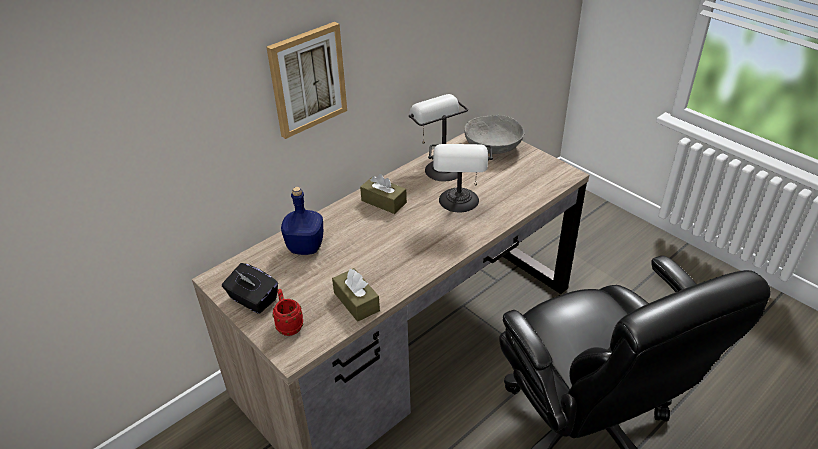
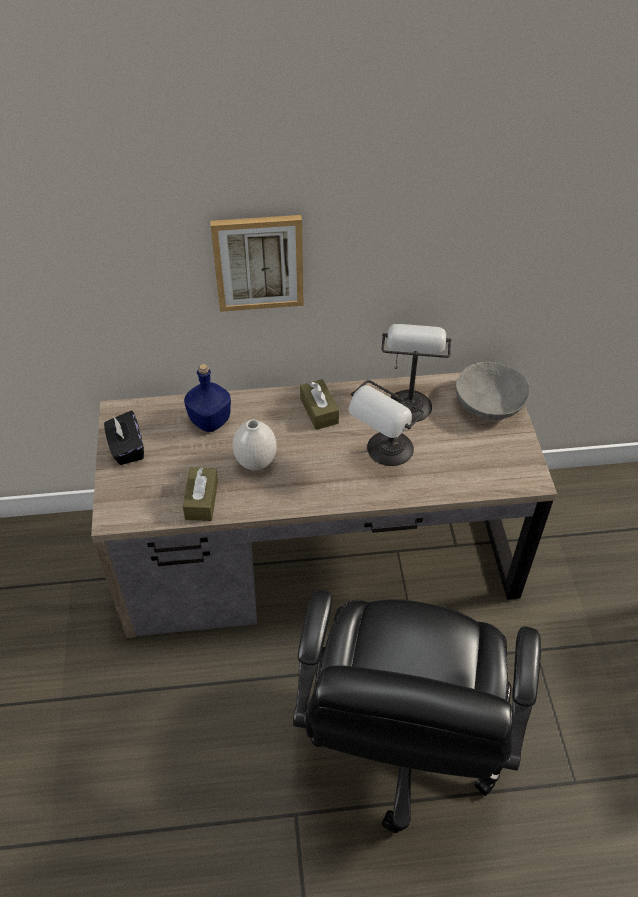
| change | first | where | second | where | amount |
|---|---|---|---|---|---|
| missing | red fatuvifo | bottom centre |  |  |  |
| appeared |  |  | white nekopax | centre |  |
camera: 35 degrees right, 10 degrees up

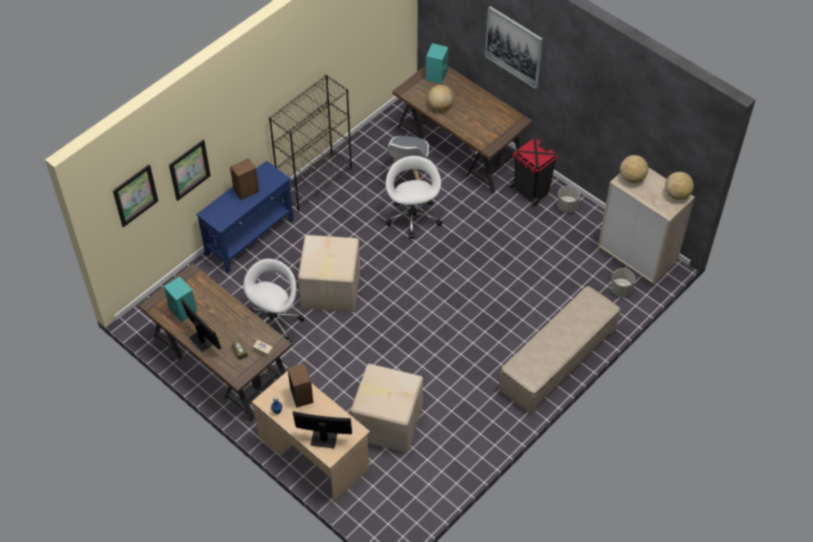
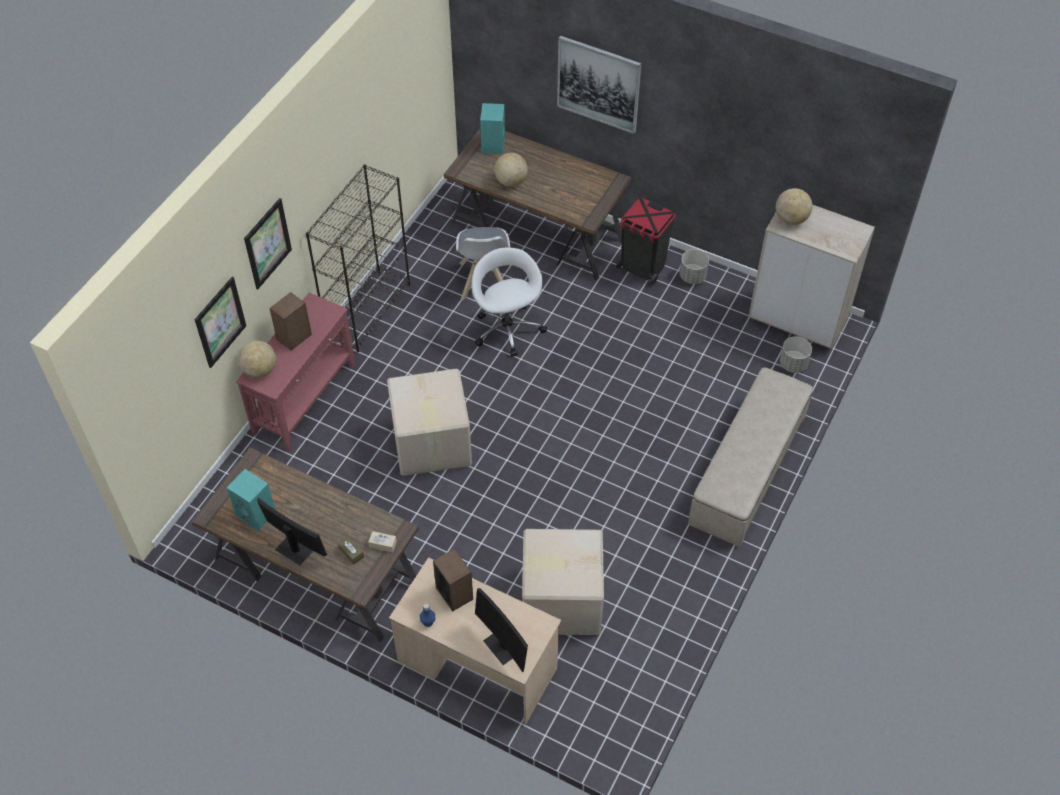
| change | first | where | second | where | amount |
|---|---|---|---|---|---|
| missing | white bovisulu (no. 1 from left) | centre |  |  |  |
| relocated | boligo (no. 1 from left in the first image) | middle left | boligo (no. 2 from left) | top left |  |
| relocated | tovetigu (no. 3 from left in the first image) | middle right | tovetigu (no. 1 from left) | middle left |  |
| colour | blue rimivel | middle left | red rimivel | middle left |  |
| spun | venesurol (no. 2 from left) | bottom centre |  | bottom centre | 120 degrees counterclockwise |
camera: 15 degrees left, 0 degrees up

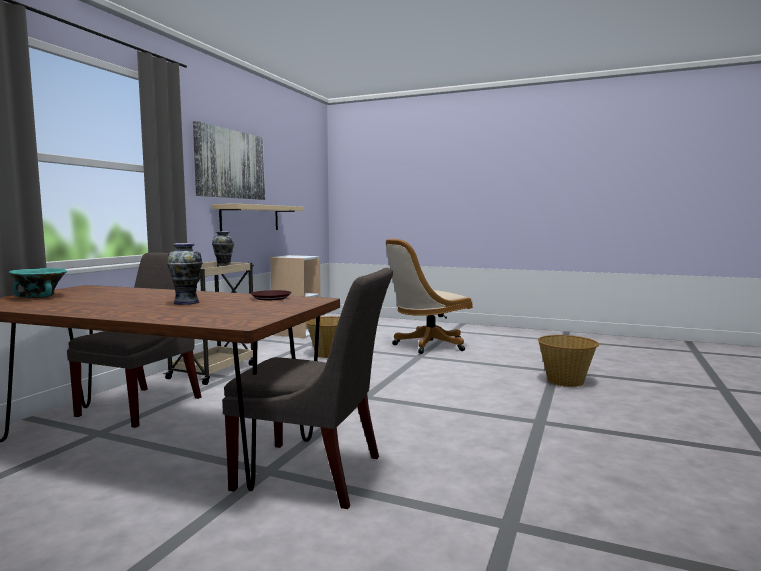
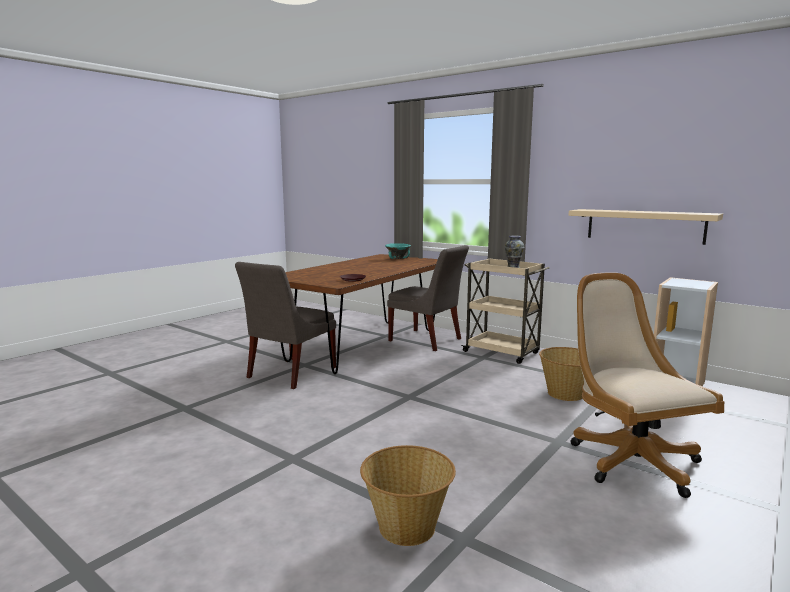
| change | first | where | second | where | amount |
|---|---|---|---|---|---|
| missing | nekopax (no. 1 from left) | middle left |  |  |  |
| missing | boligo | top left |  |  |  |
camera: 105 degrees right, 5 degrees up

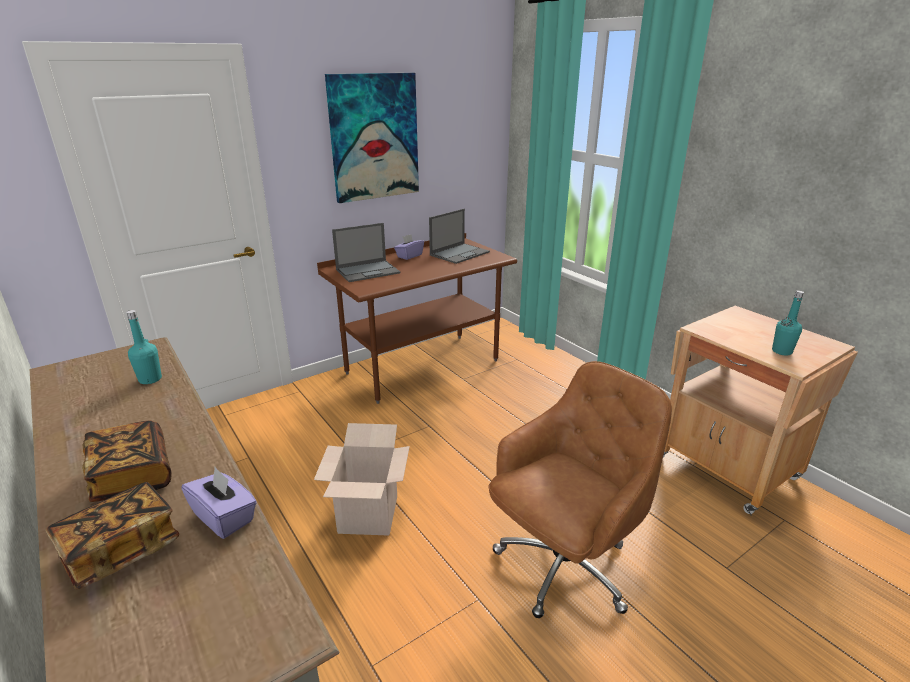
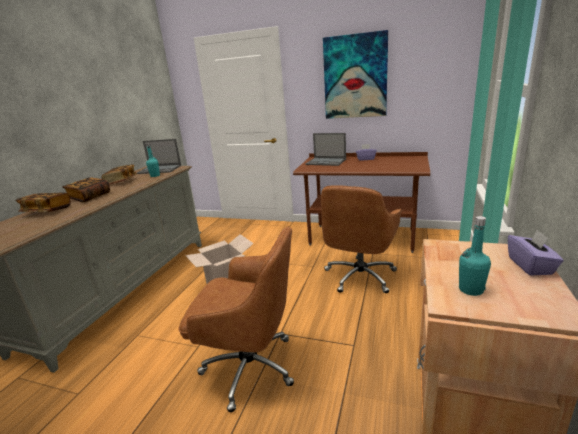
| change | first | where | second | where | amount |
|---|---|---|---|---|---|
| appeared |  |  | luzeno (no. 3 from left) | middle left |  |
| appeared |  |  | brown bovisulu (no. 2 from left) | centre |  |
| relocated | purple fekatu (no. 1 from left in the first image) | bottom left | purple fekatu (no. 2 from left) | middle right |  |
| relocated | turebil (no. 2 from left in the first image) | centre | turebil (no. 1 from left) | middle left |  |
camera: 55 degrees right, 5 degrees down

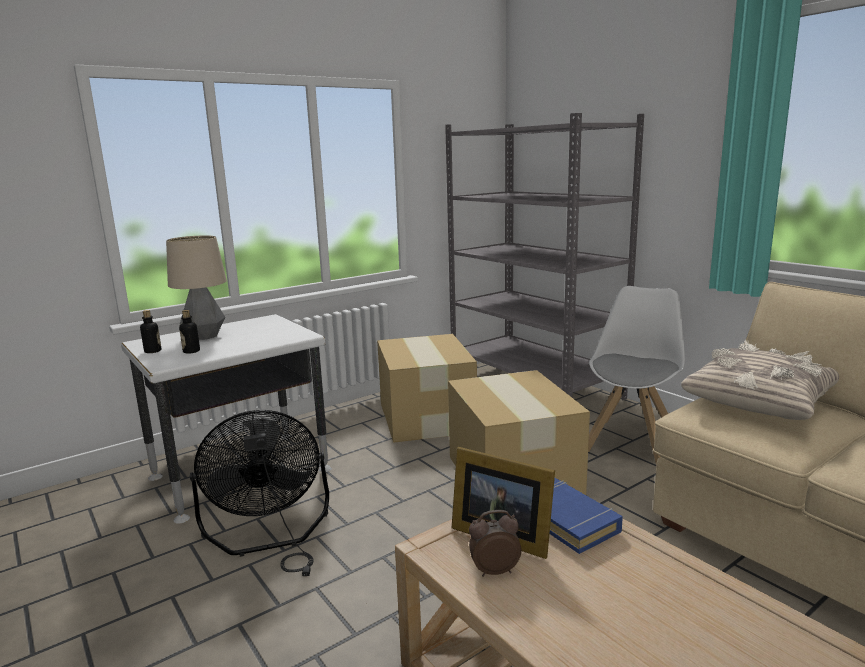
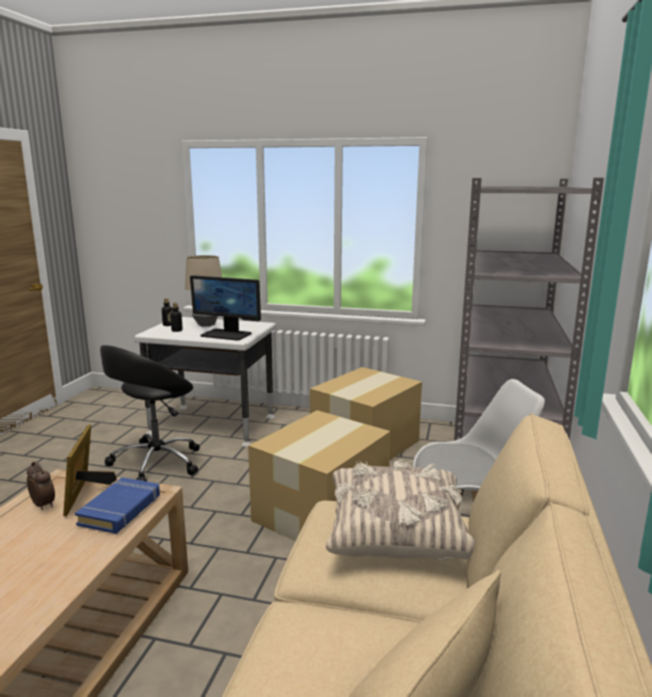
| change | first | where | second | where | amount |
|---|---|---|---|---|---|
| appeared |  |  | venesurol | centre |  |
| exchanged | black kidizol | bottom left | black bovisulu | middle left |  |
camera: 50 degrees right, 0 degrees up

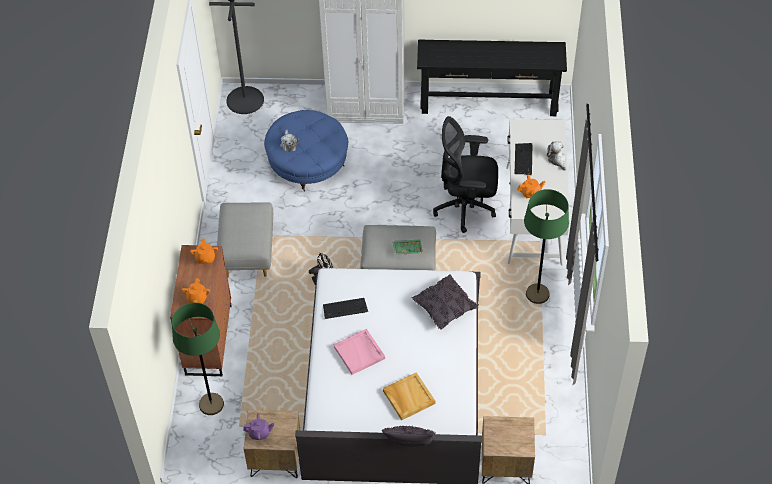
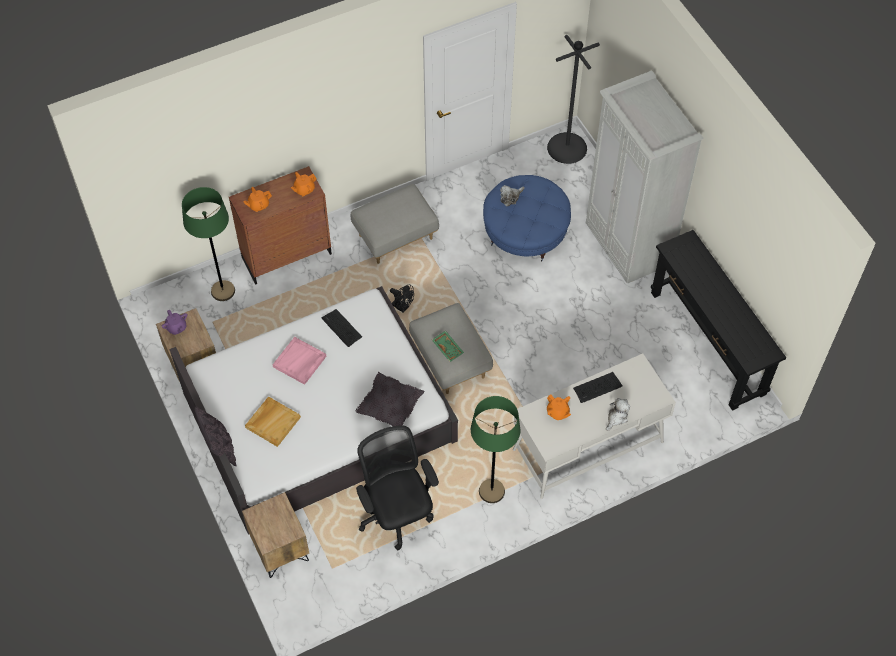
| change | first | where | second | where | amount |
|---|---|---|---|---|---|
| relocated | black bovisulu | centre |  | bottom centre |  |
camera: 60 degrees right, 5 degrees up

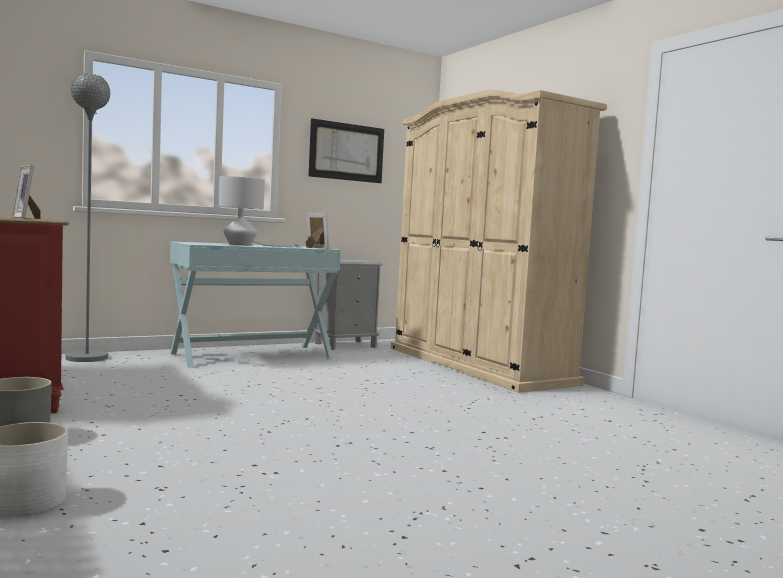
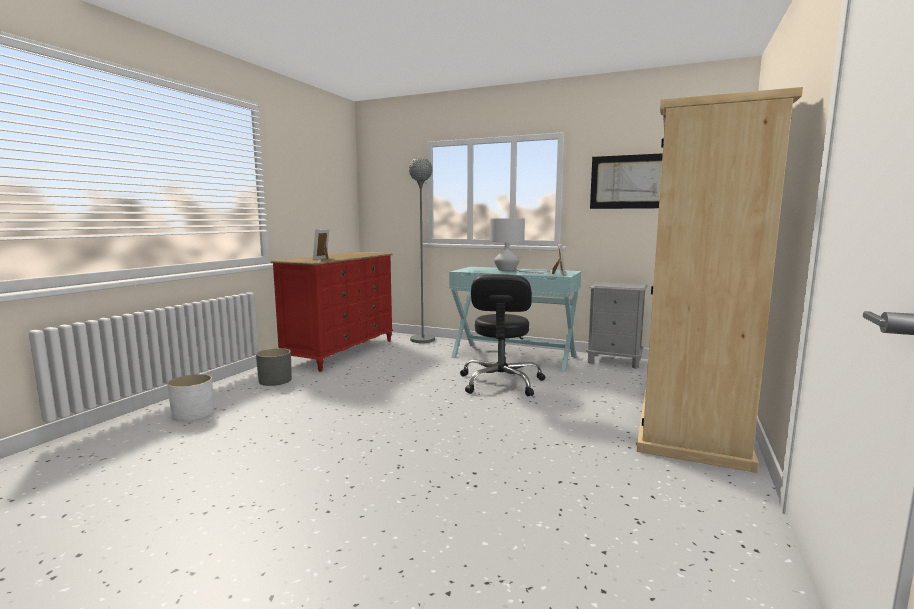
| change | first | where | second | where | amount |
|---|---|---|---|---|---|
| appeared |  |  | black bovisulu | centre |  |
camera: 55 degrees right, 5 degrees up

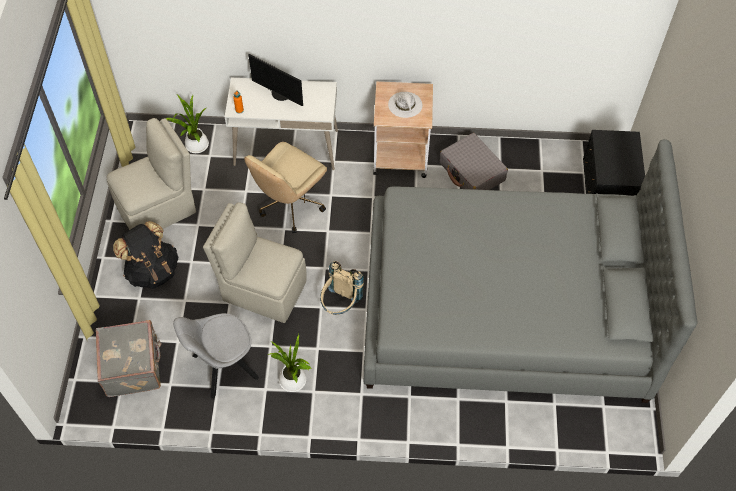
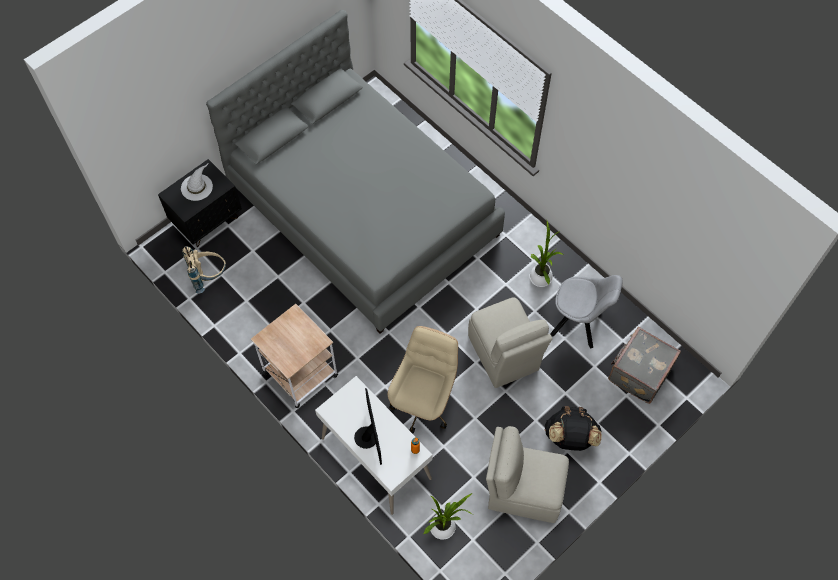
| change | first | where | second | where | amount |
|---|---|---|---|---|---|
| missing | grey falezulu (no. 2 from left) | top centre |  |  |  |
| relocated | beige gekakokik | centre |  | middle left |  |
| relocated | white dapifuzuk | top centre |  | top left |  |
| spun | beige bovisulu | centre |  | centre | 60 degrees counterclockwise |
camera: 135 degrees left, 5 degrees up

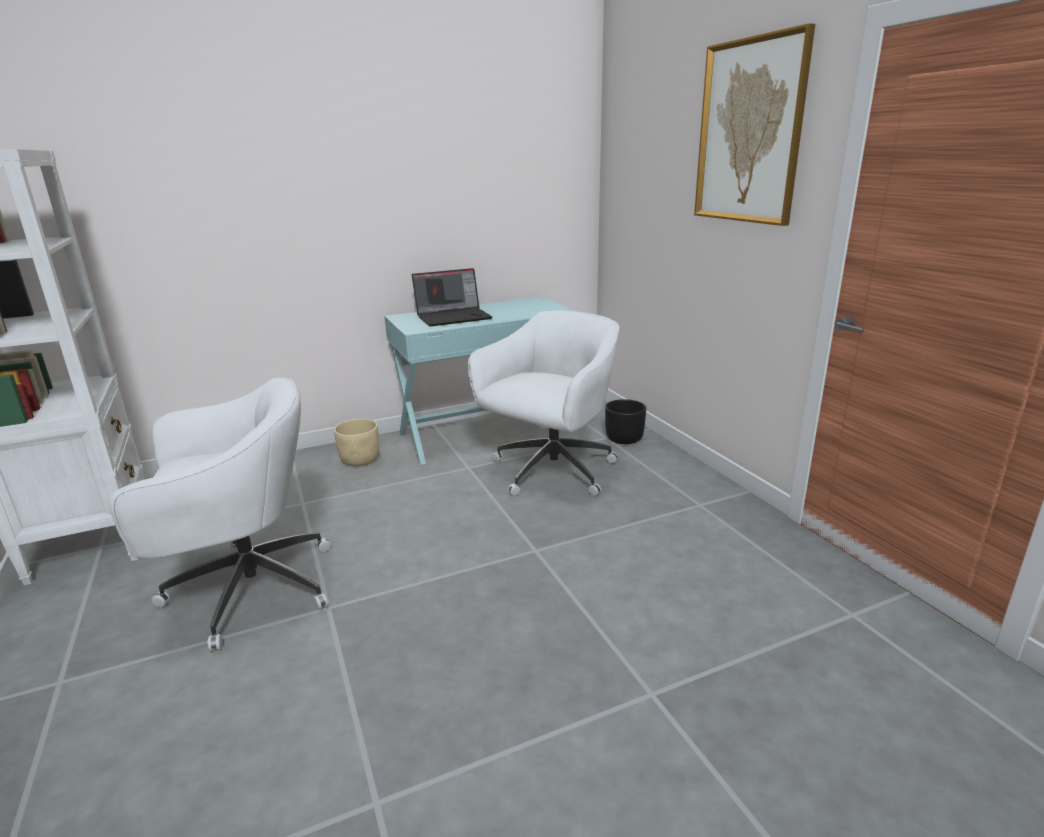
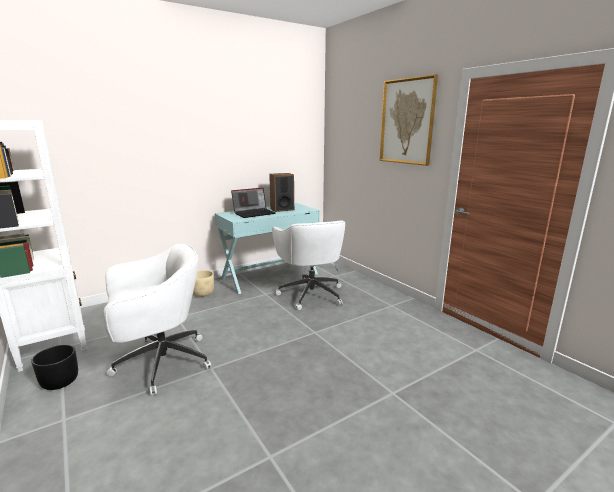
| change | first | where | second | where | amount |
|---|---|---|---|---|---|
| appeared |  |  | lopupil | centre |  |
| relocated | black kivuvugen | centre |  | bottom left |  |
| spun | white bovisulu (no. 2 from left) | centre |  | centre | 135 degrees clockwise |
camera: 10 degrees left, 5 degrees down

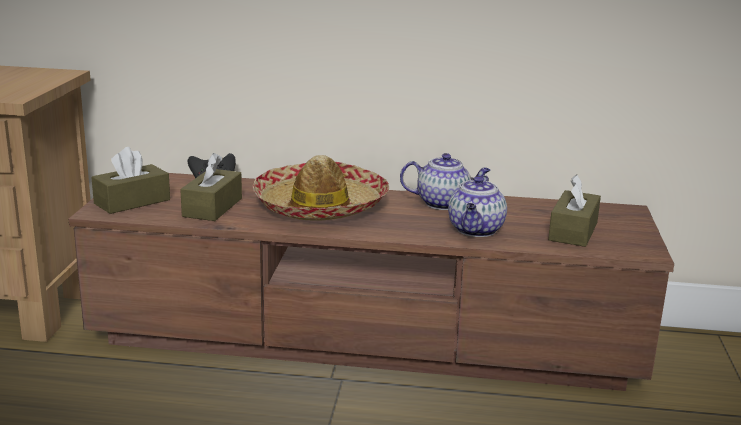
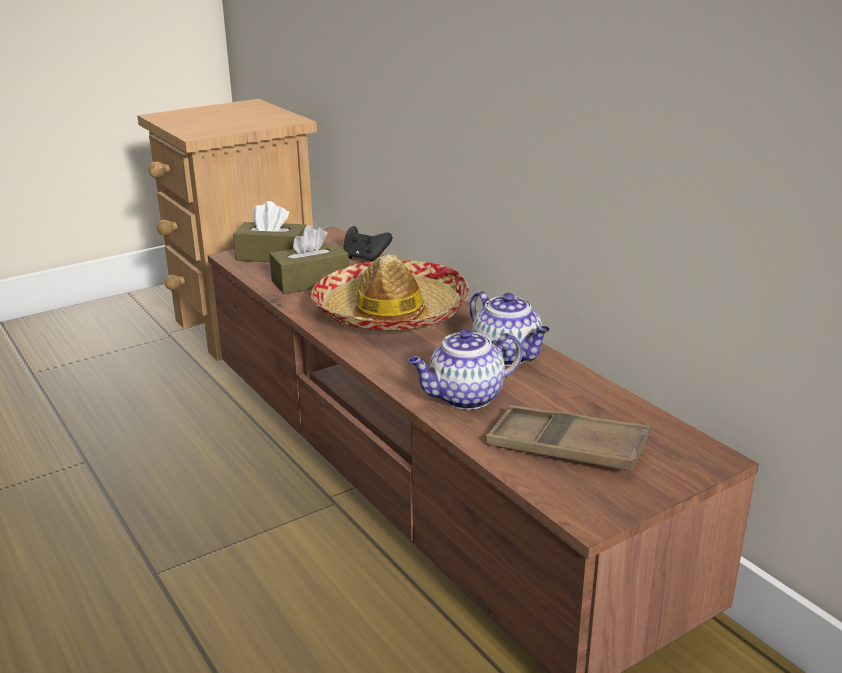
| change | first | where | second | where | amount |
|---|---|---|---|---|---|
| exchanged | brown fekatu (no. 3 from left) | middle right | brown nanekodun | middle right |  |
camera: 50 degrees right, 5 degrees up

